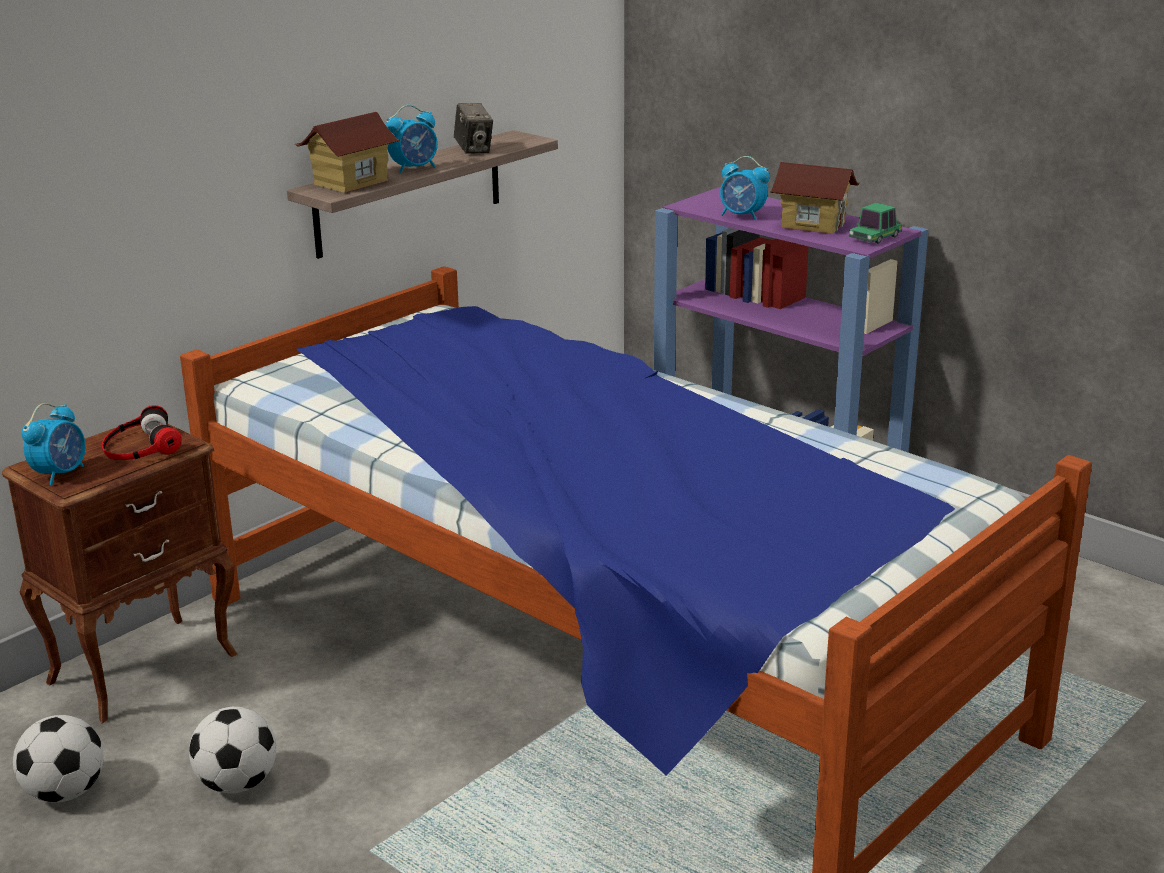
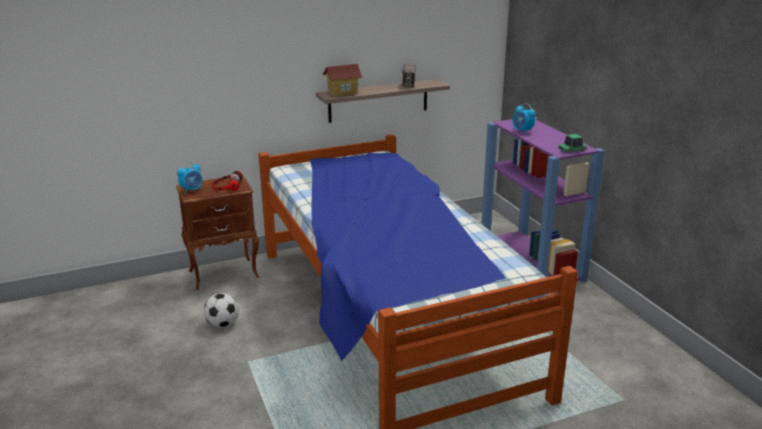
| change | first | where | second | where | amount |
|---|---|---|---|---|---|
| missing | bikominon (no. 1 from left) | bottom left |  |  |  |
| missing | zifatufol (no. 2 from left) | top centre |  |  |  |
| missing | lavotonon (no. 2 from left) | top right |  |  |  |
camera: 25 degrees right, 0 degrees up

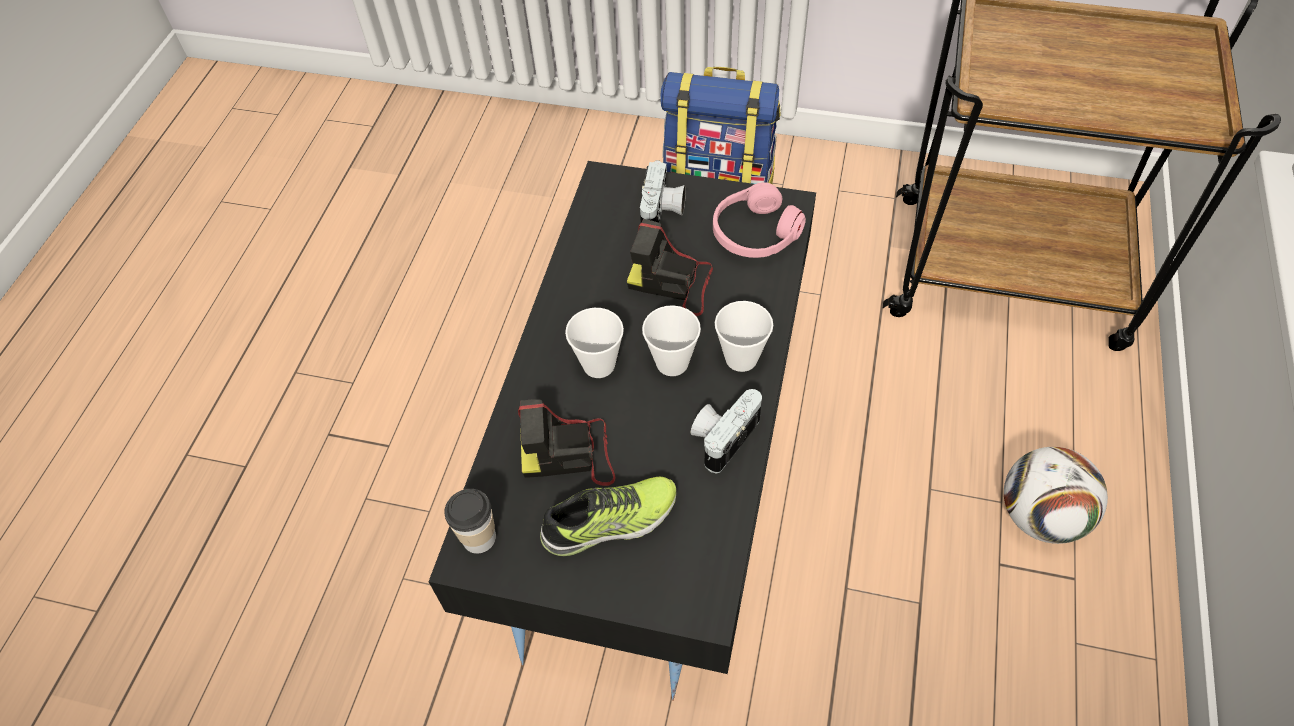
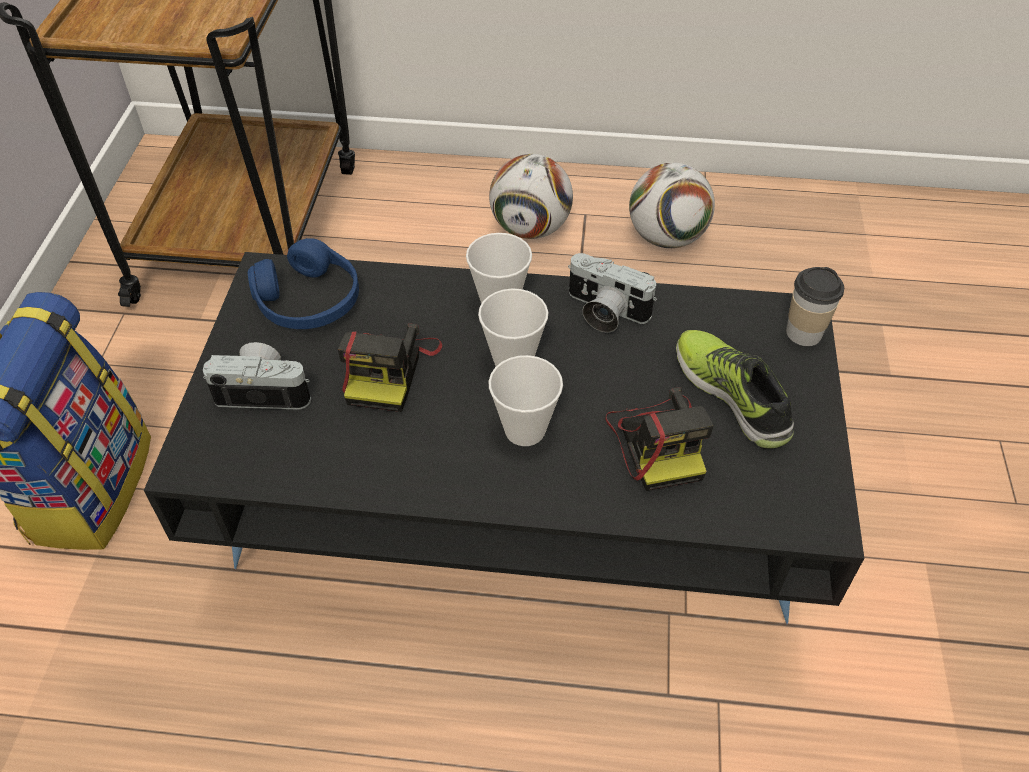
| change | first | where | second | where | amount |
|---|---|---|---|---|---|
| appeared |  |  | bikominon (no. 2 from left) | top centre |  |
| relocated | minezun (no. 1 from left in the first image) | bottom centre | minezun (no. 4 from left) | middle right |  |
| colour | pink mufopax | top centre | blue mufopax | middle left |  |
camera: 100 degrees left, 5 degrees down

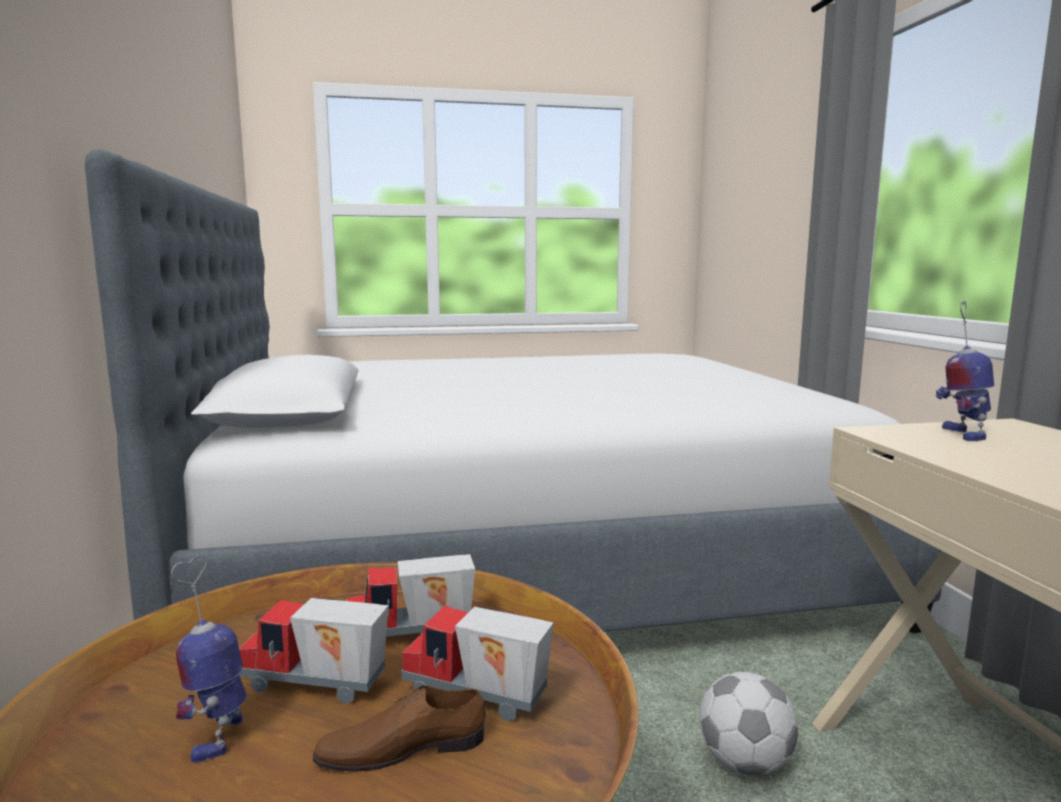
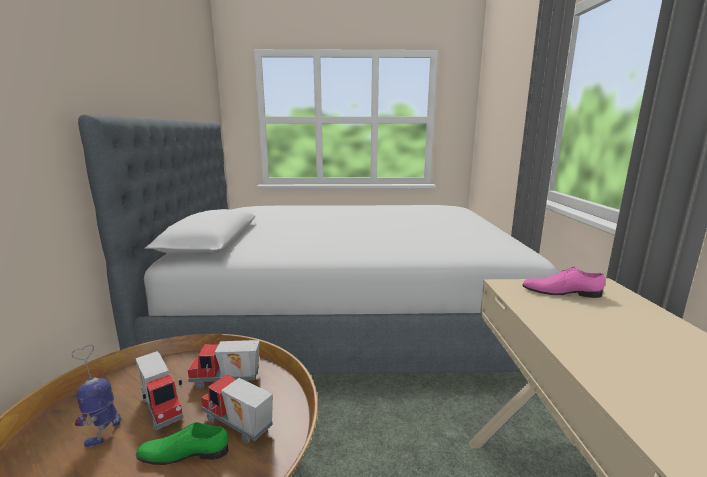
| change | first | where | second | where | amount |
|---|---|---|---|---|---|
| missing | bikominon | bottom right |  |  |  |
| exchanged | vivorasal (no. 2 from left) | middle right | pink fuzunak | middle right |  |
| colour | brown fuzunak | bottom centre | green fuzunak | bottom left |  |
| spun | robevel (no. 1 from left) | bottom left |  | bottom left | 150 degrees counterclockwise |
camera: 10 degrees right, 5 degrees up

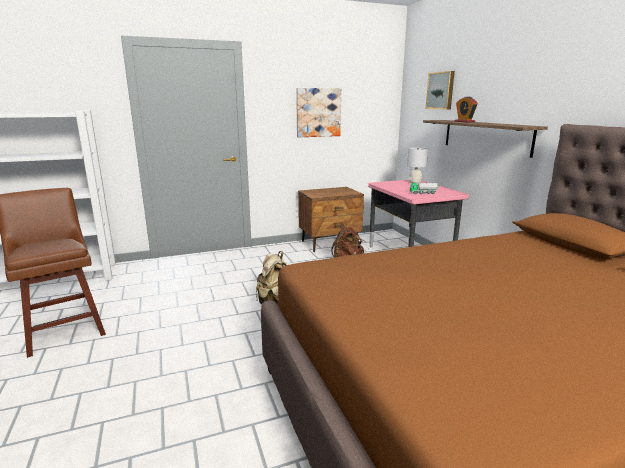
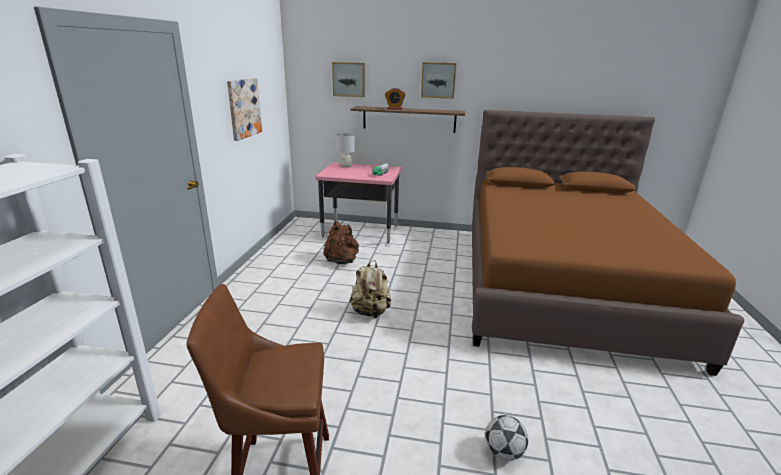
| change | first | where | second | where | amount |
|---|---|---|---|---|---|
| missing | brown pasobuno | centre |  |  |  |
| appeared |  |  | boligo (no. 3 from left) | top centre |  |
| appeared |  |  | bikominon | bottom centre |  |
camera: 60 degrees left, 5 degrees up

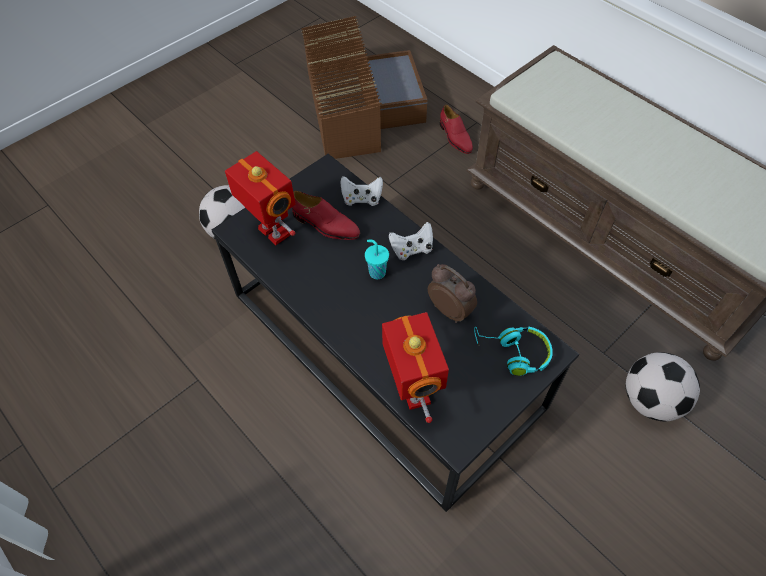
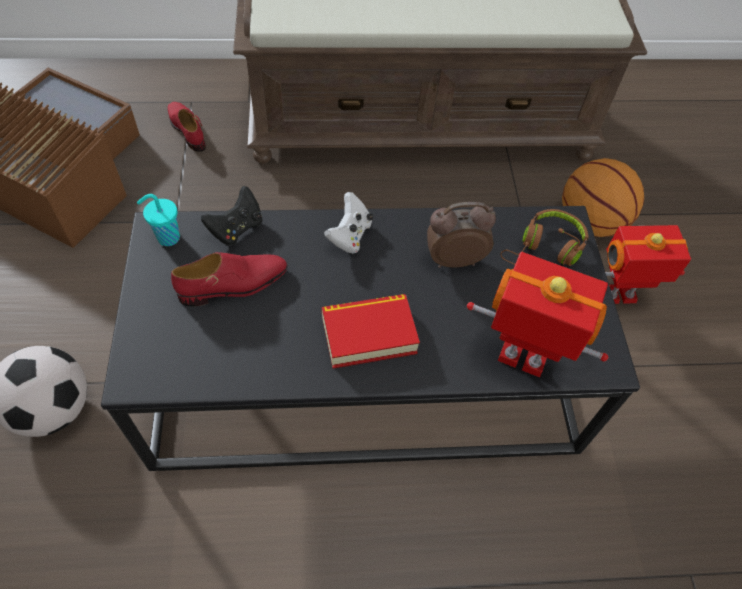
| change | first | where | second | where | amount |
|---|---|---|---|---|---|
| appeared |  |  | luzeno | centre |  |
| relocated | vivorasal (no. 1 from left in the first image) | centre | vivorasal (no. 2 from left) | middle right |  |
| relocated | turquoise minezun | centre |  | middle left |  |
| exchanged | bikominon (no. 2 from left) | bottom right | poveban | middle right |  |
| colour | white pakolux (no. 1 from left) | top centre | black pakolux | middle left |  |
| colour | turquoise mufopax | middle right | brown mufopax | middle right |  |
| spun | red fuzunak (no. 2 from left in the first image) | top centre | red fuzunak (no. 1 from left) | top left | 135 degrees counterclockwise |
camera: 55 degrees left, 0 degrees up

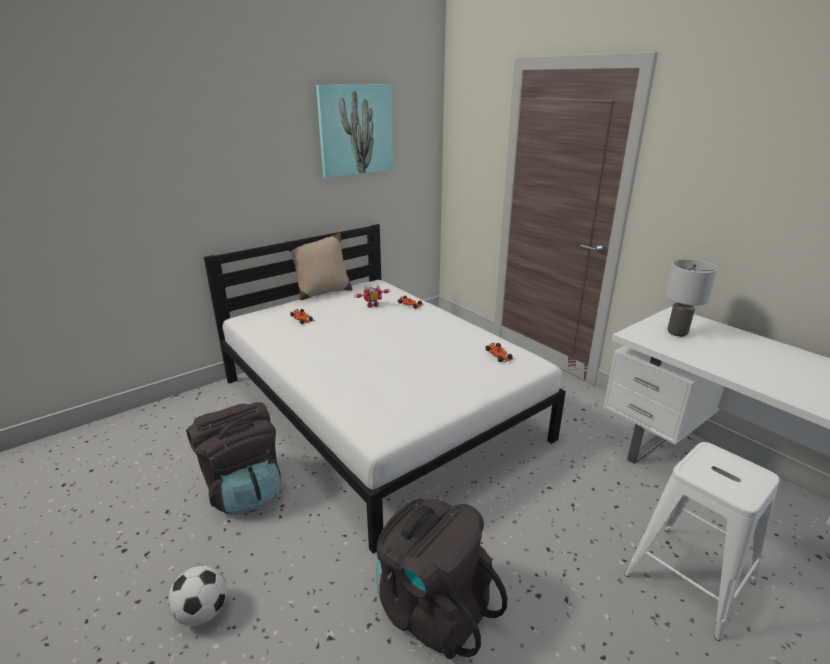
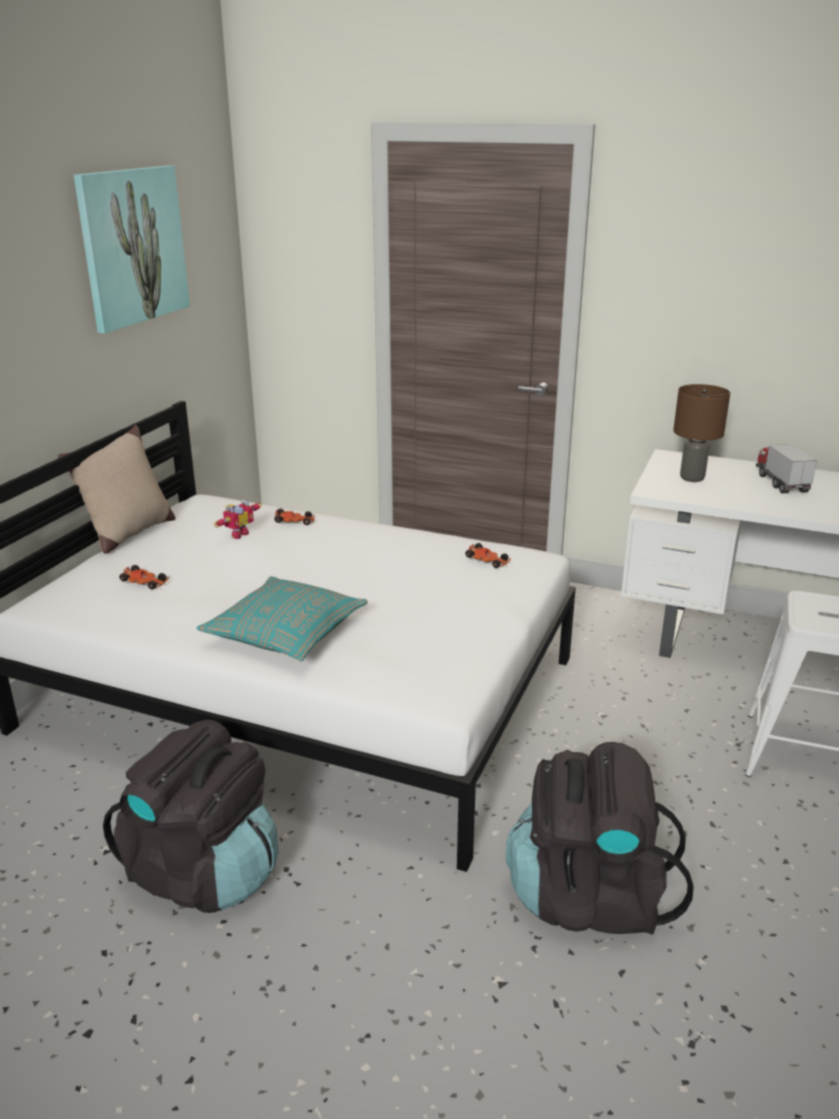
| change | first | where | second | where | amount |
|---|---|---|---|---|---|
| missing | bikominon | bottom left |  |  |  |
| appeared |  |  | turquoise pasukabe | centre |  |
| appeared |  |  | robevel | middle right |  |
| colour | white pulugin | middle right | brown pulugin | middle right |  |
camera: 30 degrees left, 0 degrees up

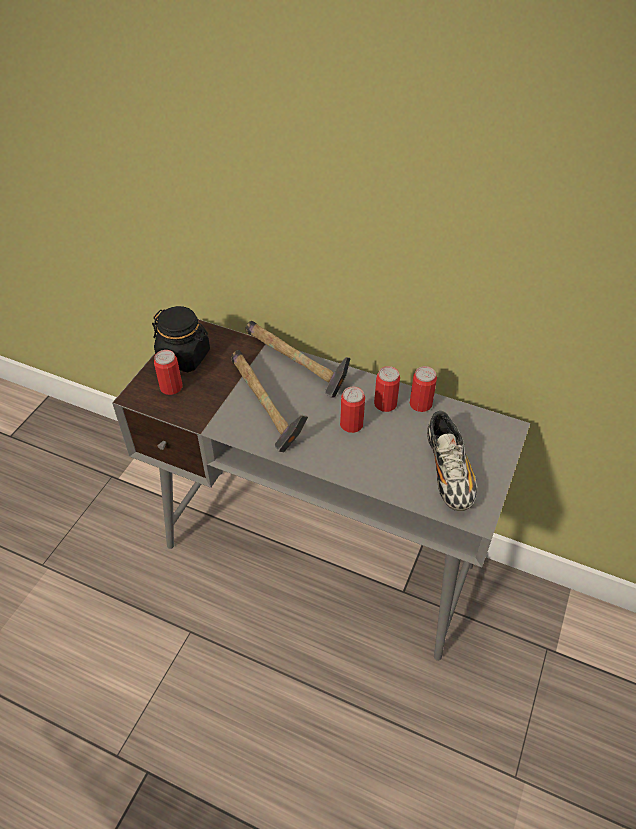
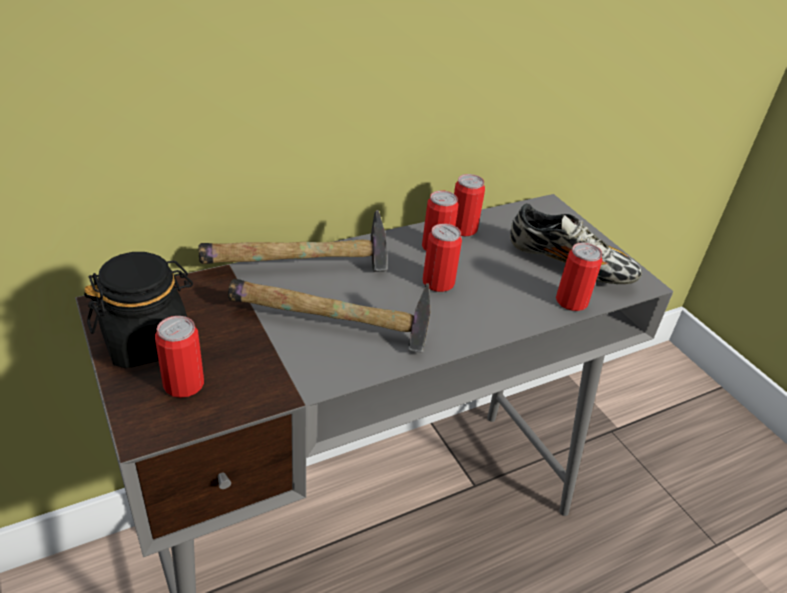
| change | first | where | second | where | amount |
|---|---|---|---|---|---|
| appeared |  |  | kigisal (no. 5 from left) | middle right |  |
camera: 55 degrees left, 10 degrees down

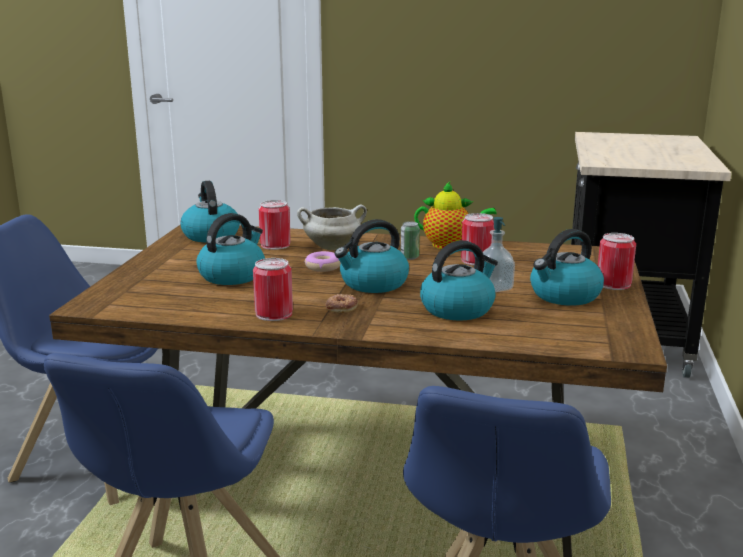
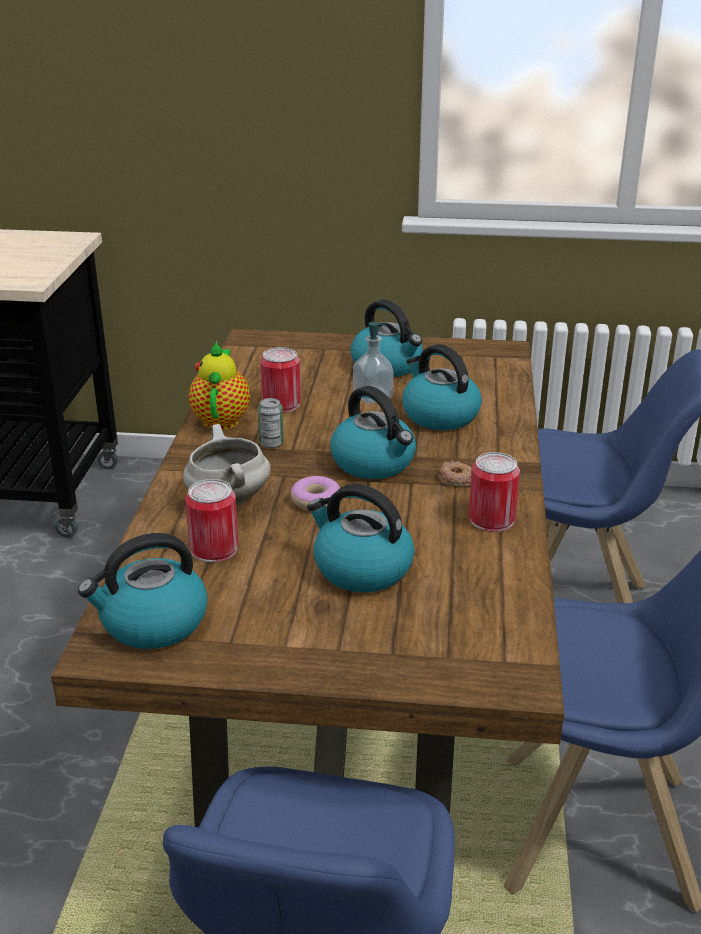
| change | first | where | second | where | amount |
|---|---|---|---|---|---|
| missing | kigisal (no. 5 from left) | middle right |  |  |  |
camera: 95 degrees left, 10 degrees up

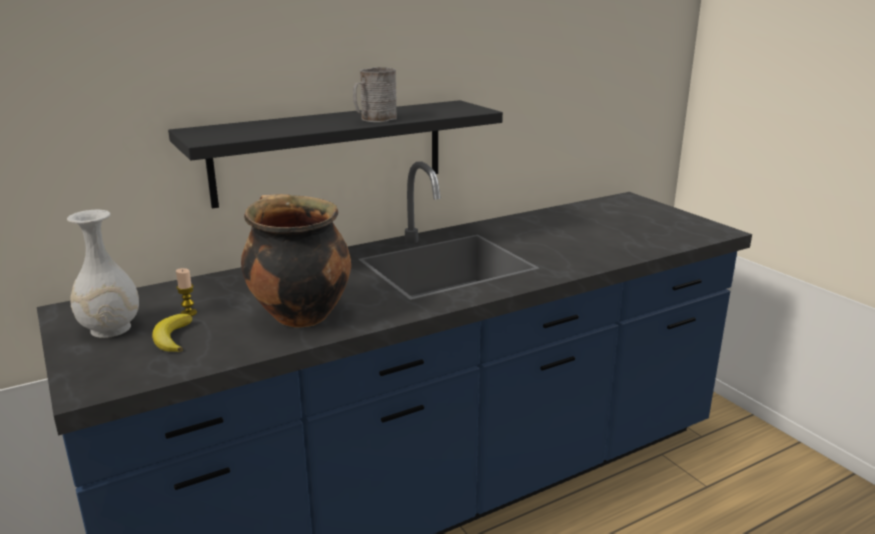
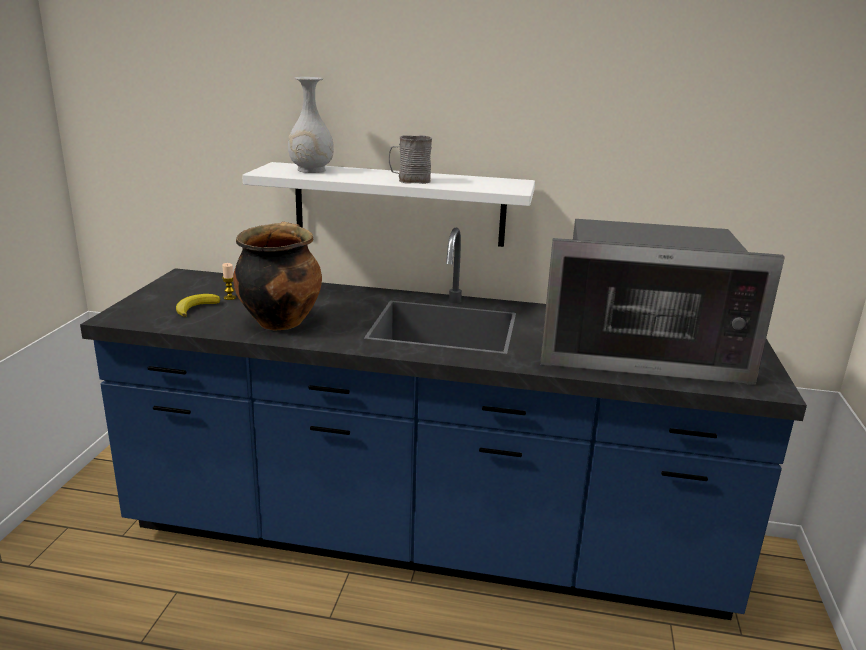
| change | first | where | second | where | amount |
|---|---|---|---|---|---|
| appeared |  |  | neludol | middle right |  |
| relocated | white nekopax | middle left |  | top centre |  |
| colour | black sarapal | top centre | white sarapal | top centre |  |
camera: 40 degrees right, 0 degrees up

